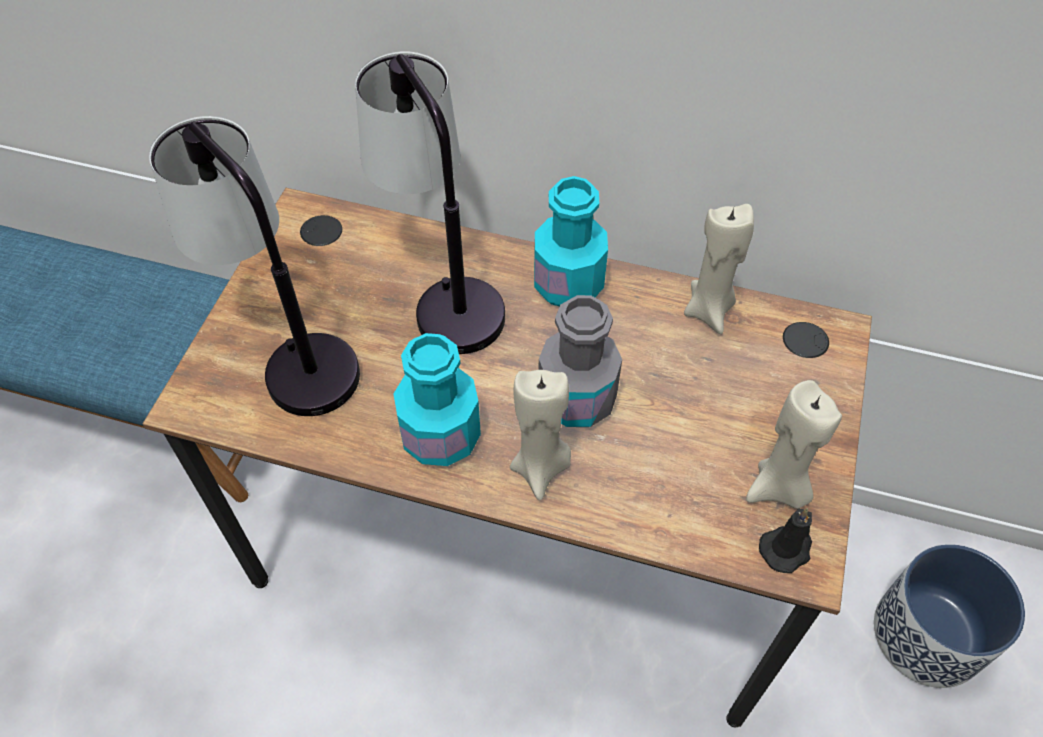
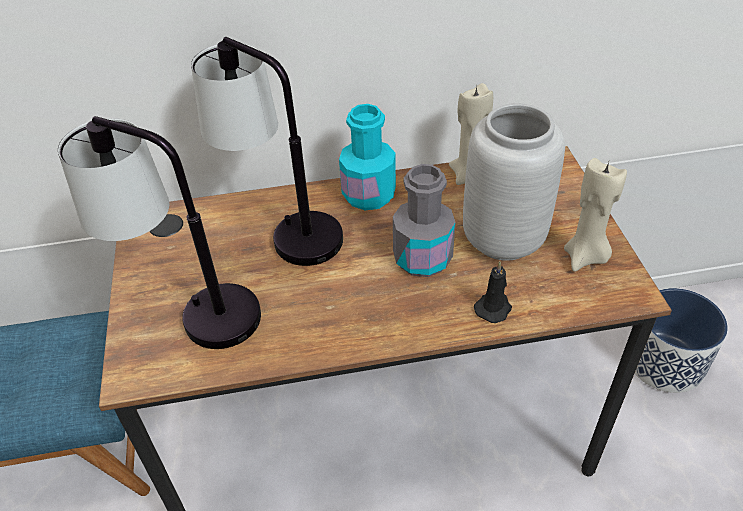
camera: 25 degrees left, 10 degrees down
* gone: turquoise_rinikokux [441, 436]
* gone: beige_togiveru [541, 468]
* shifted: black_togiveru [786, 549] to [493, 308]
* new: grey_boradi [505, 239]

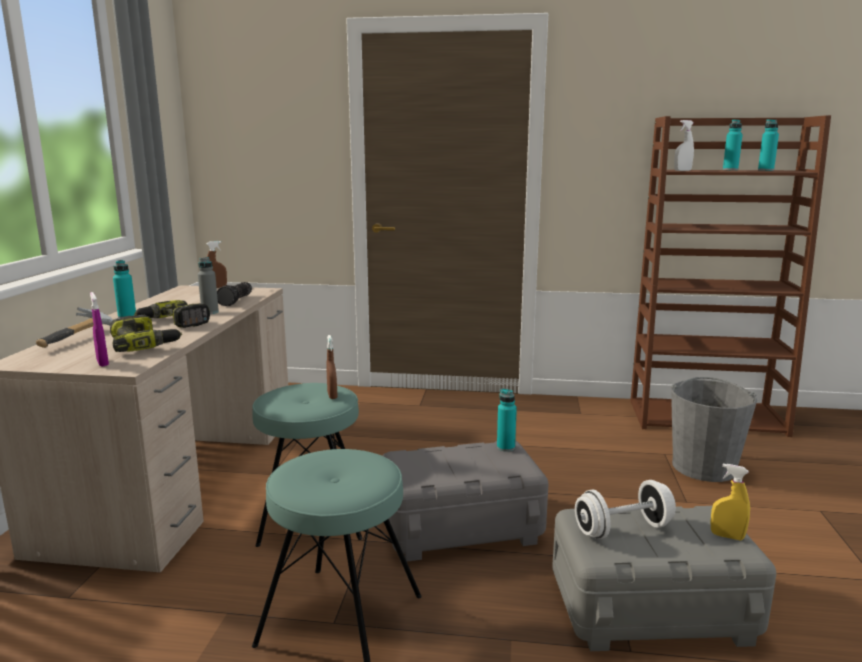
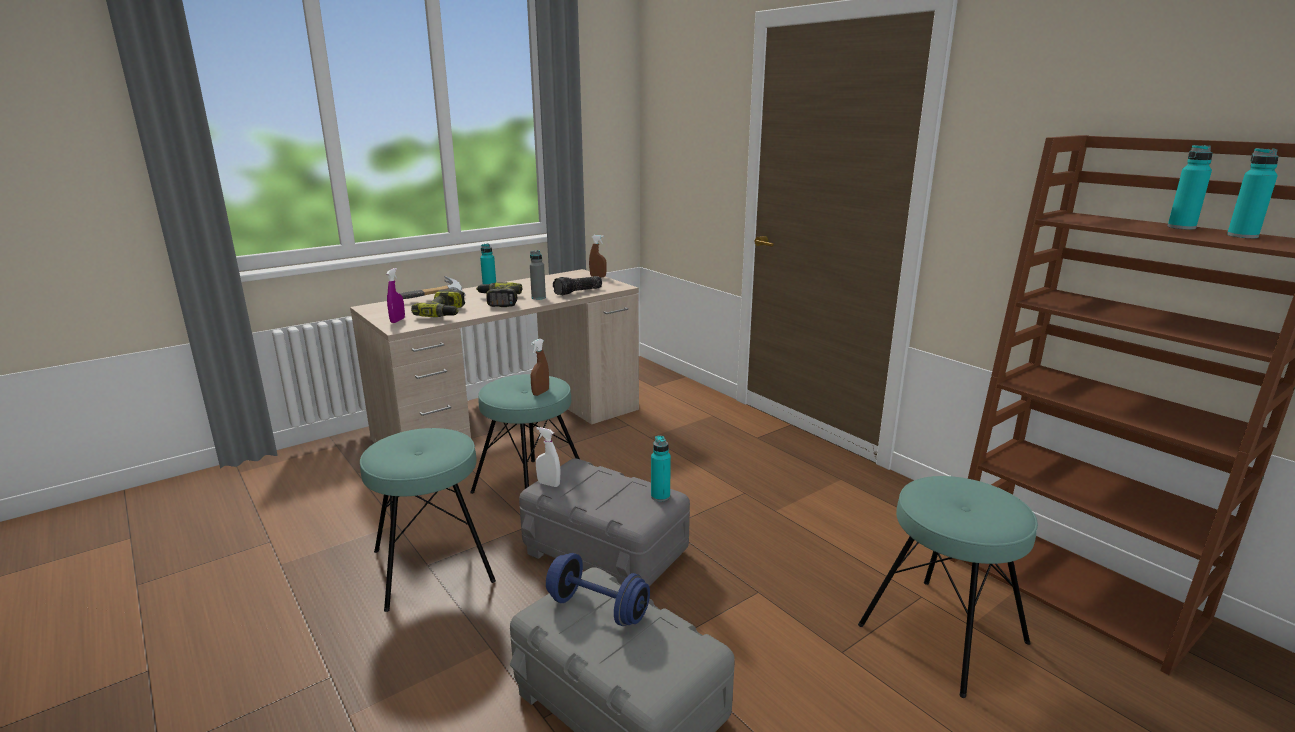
camera: 45 degrees right, 5 degrees up
* shifted: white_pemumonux [682, 171] to [548, 484]
* swapped: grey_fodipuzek [704, 467] to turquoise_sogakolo [942, 634]
* gone: yellow_pemumonux [727, 536]
* repainted: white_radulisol [623, 529] to blue_radulisol [598, 608]

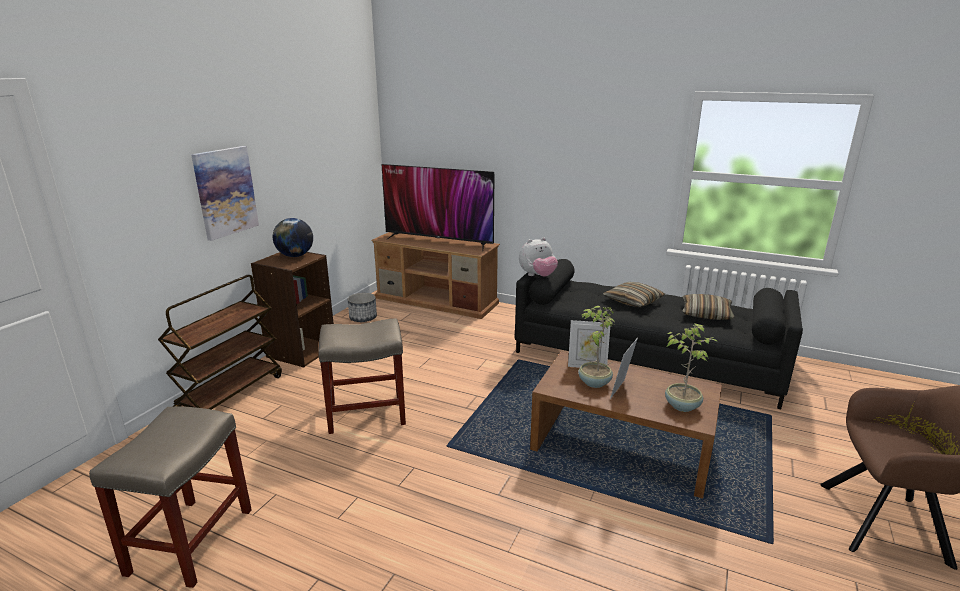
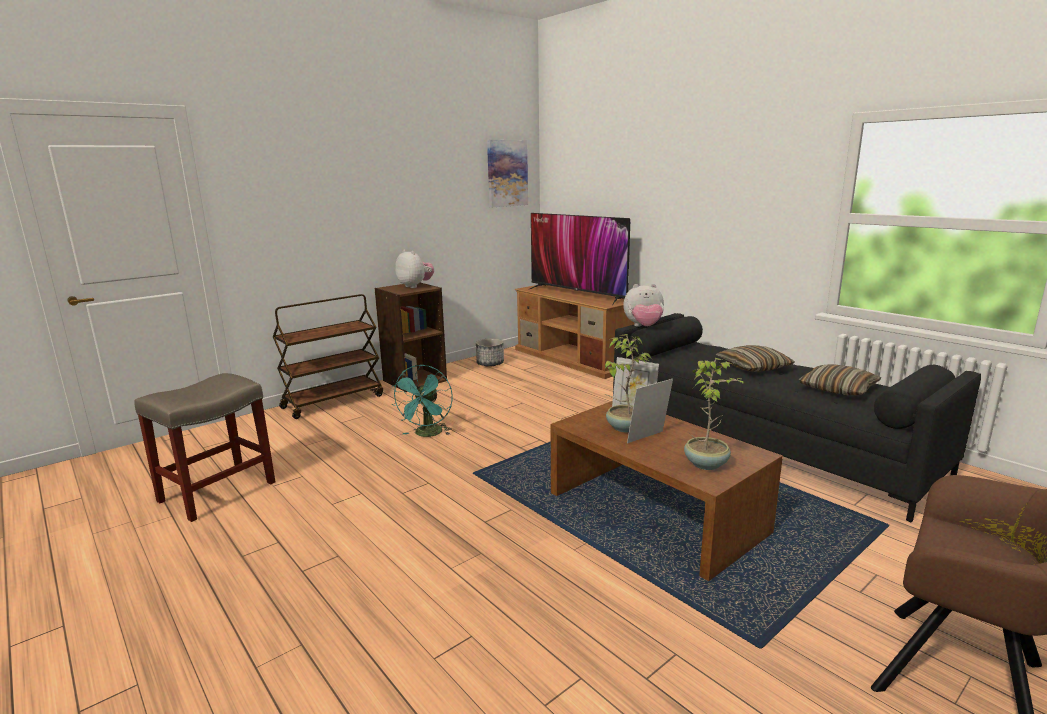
camera: 25 degrees right, 5 degrees down
* shifted: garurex [225, 192] to [507, 173]
* swapped: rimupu [295, 256] to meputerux [415, 286]
* swapped: beige_sogakolo [368, 413] to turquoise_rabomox [427, 434]

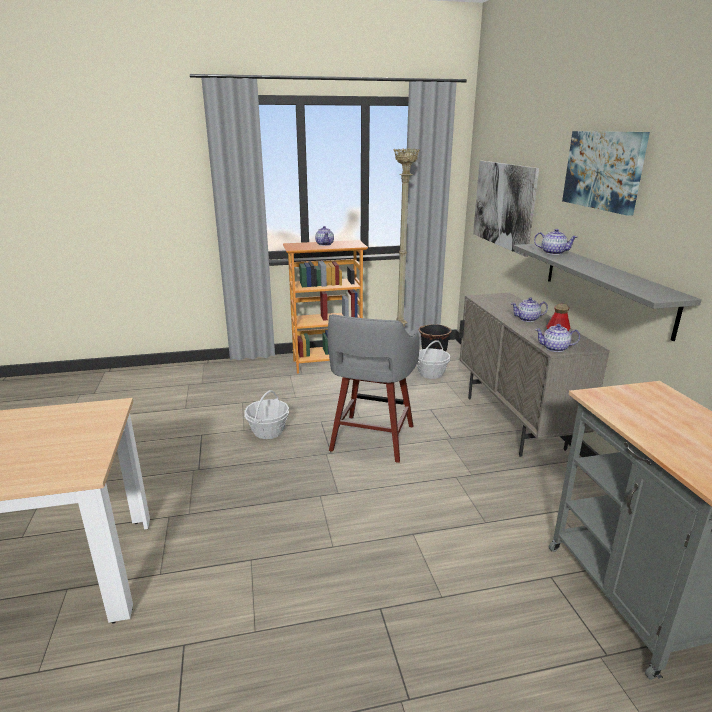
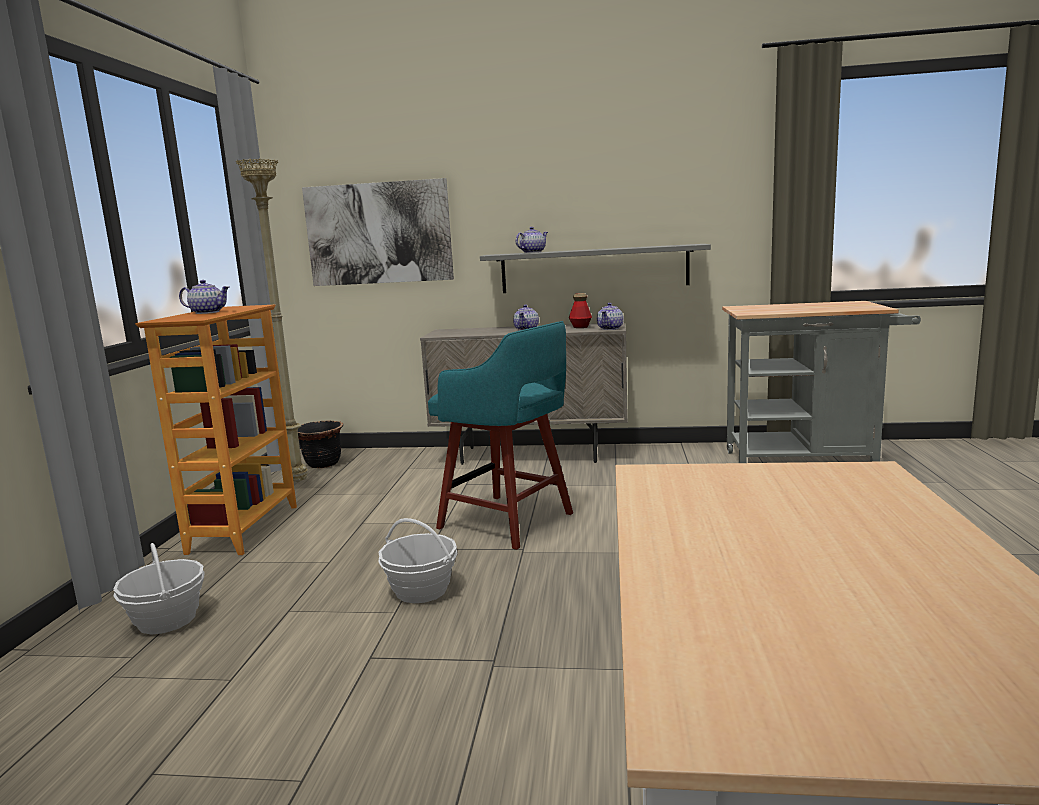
camera: 70 degrees left, 10 degrees down
* gone: garurex [603, 170]
* repainted: grey_sogakolo [371, 439] to turquoise_sogakolo [509, 522]
* shifted: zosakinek [431, 373] to [167, 620]

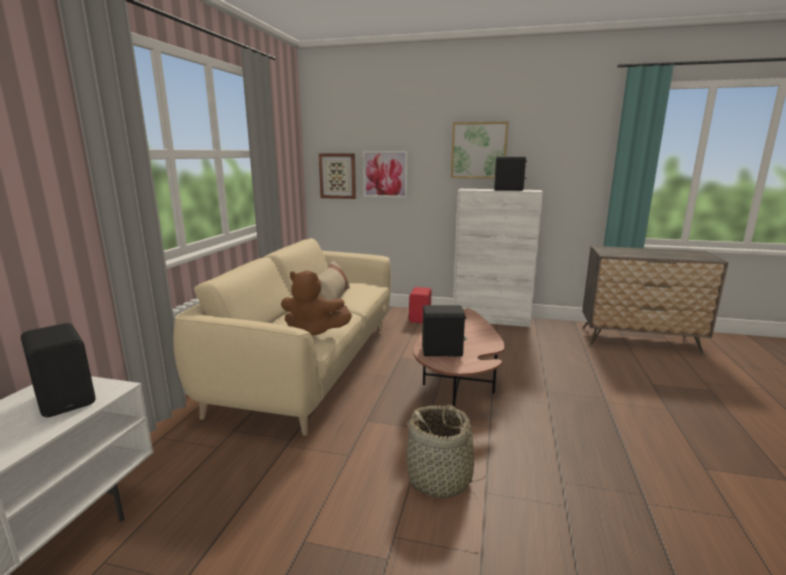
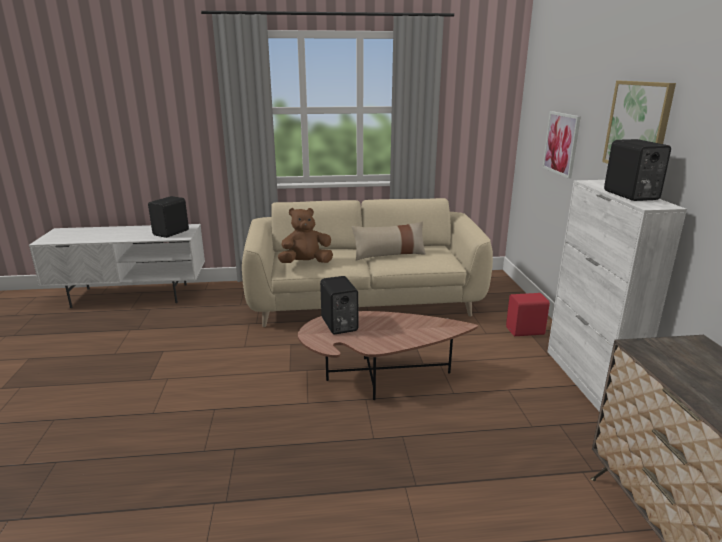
camera: 70 degrees right, 5 degrees up
* gone: garurex [338, 176]
* rotated: brown_meputerux [314, 332] = [306, 263] 75 degrees clockwise
* gone: zosakinek [440, 479]

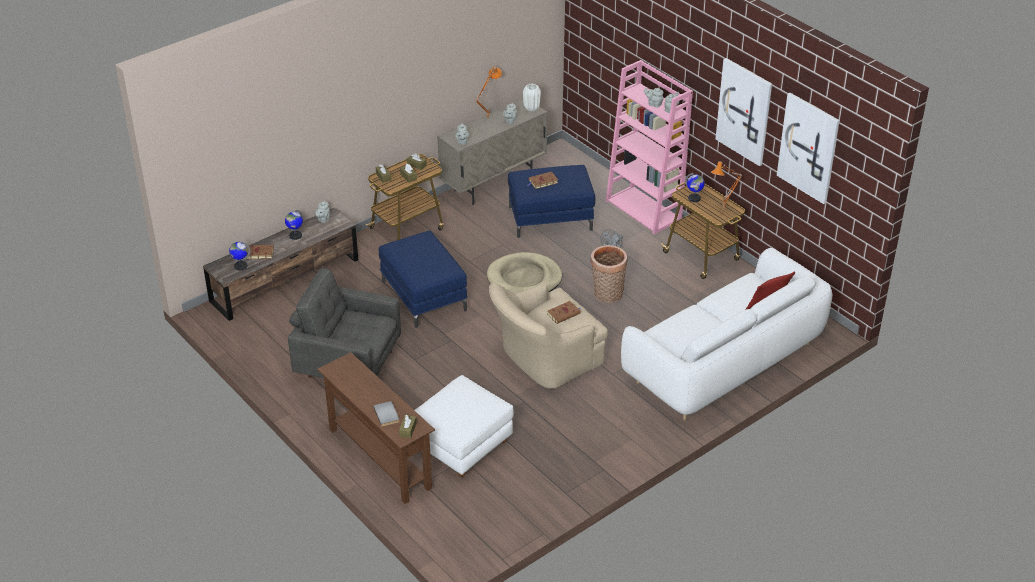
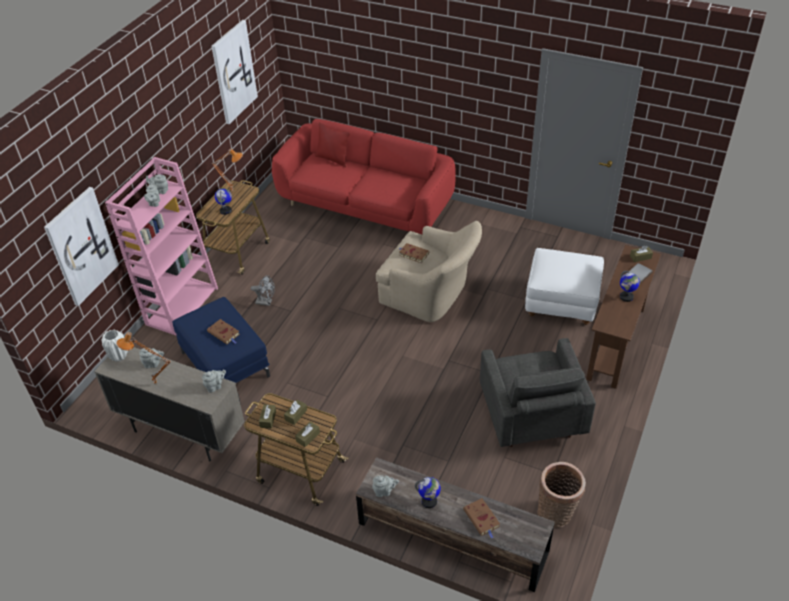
camera: 115 degrees left, 5 degrees up
* shifted: garurex [744, 111] to [81, 246]
* gone: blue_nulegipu [424, 296]
* shifted: rimupu [240, 266] to [626, 297]
* shifted: zosakinek [607, 295] to [556, 513]
* repainted: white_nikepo [724, 363] to red_nikepo [366, 206]
* gone: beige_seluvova [524, 279]

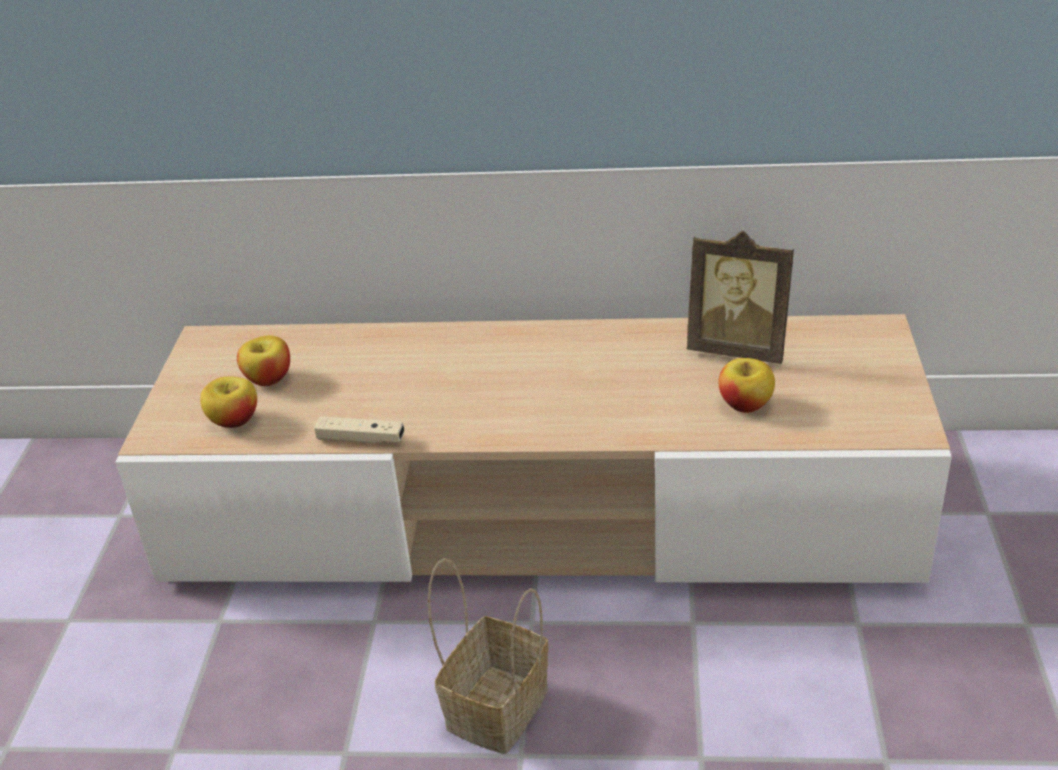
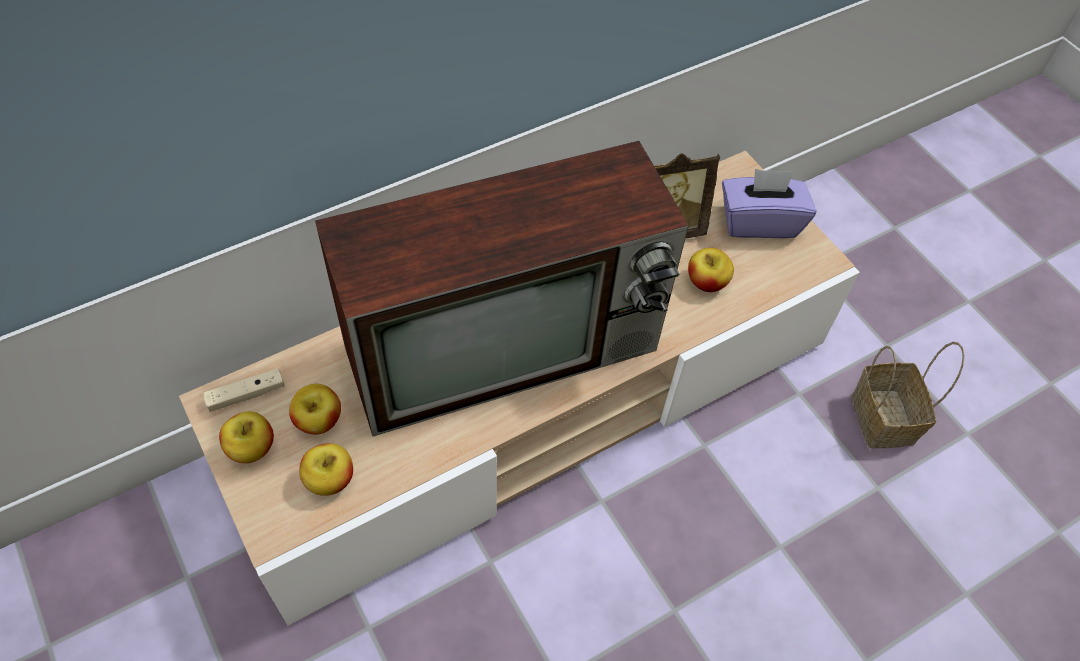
camera: 40 degrees left, 20 degrees up
* shifted: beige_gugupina [361, 439] to [246, 395]
* shifted: zosakinek [497, 705] to [880, 416]
* new: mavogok [507, 346]
* new: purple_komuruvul [759, 222]
* new: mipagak [251, 448]

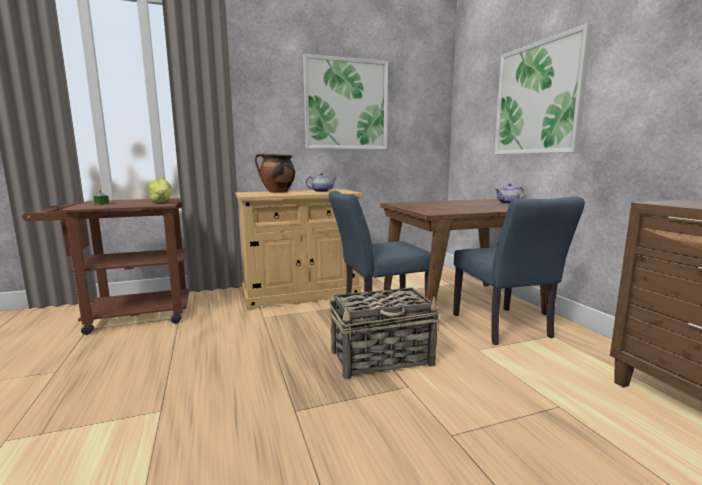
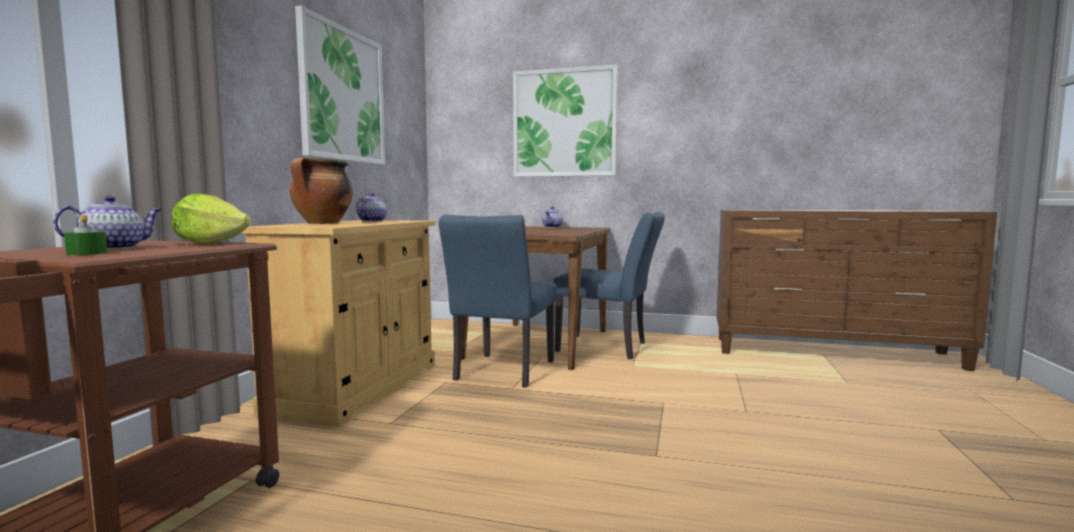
camera: 55 degrees left, 5 degrees down
* gone: zosakinek [383, 358]
* new: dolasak [114, 248]

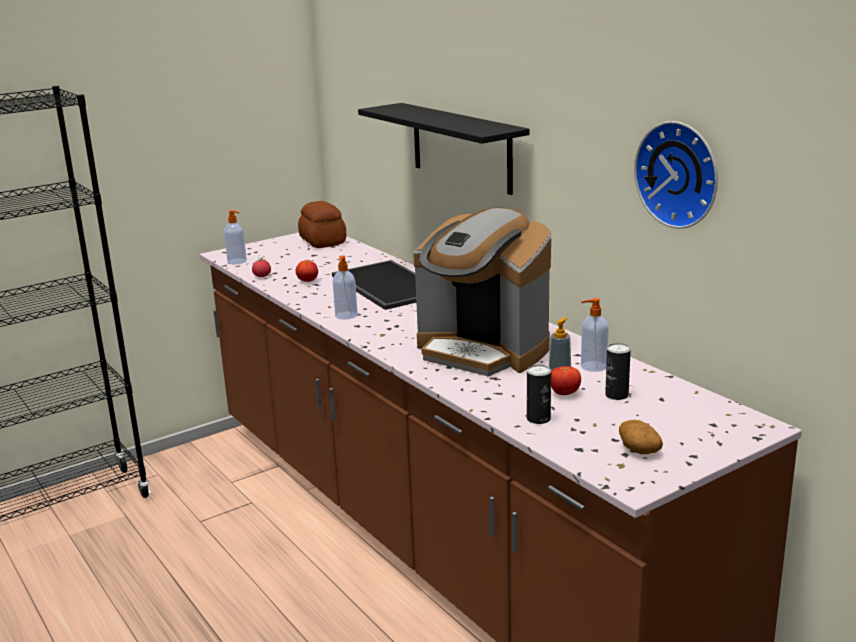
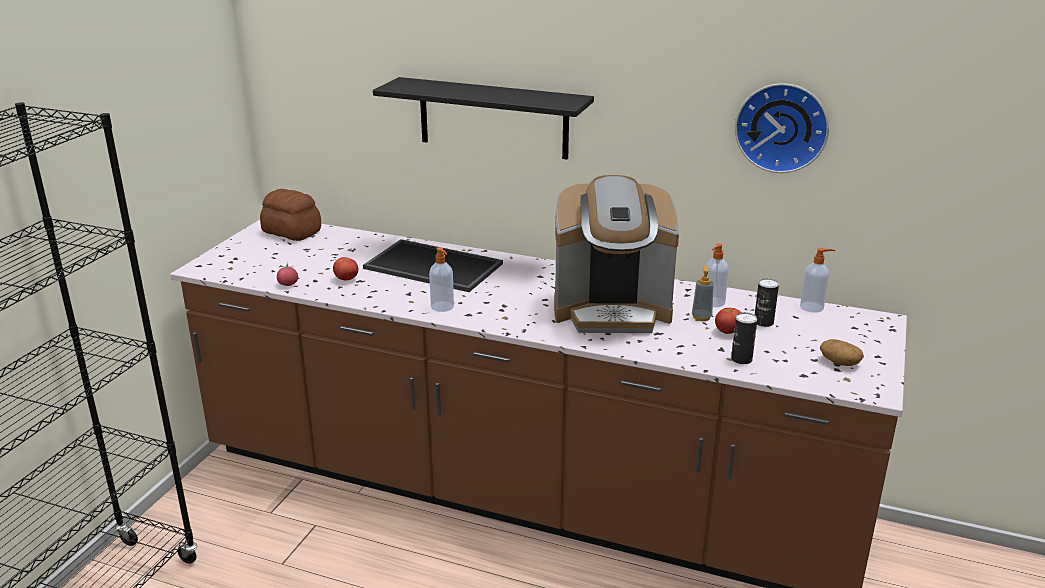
camera: 35 degrees left, 5 degrees up
* shifted: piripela [237, 261] to [812, 307]

